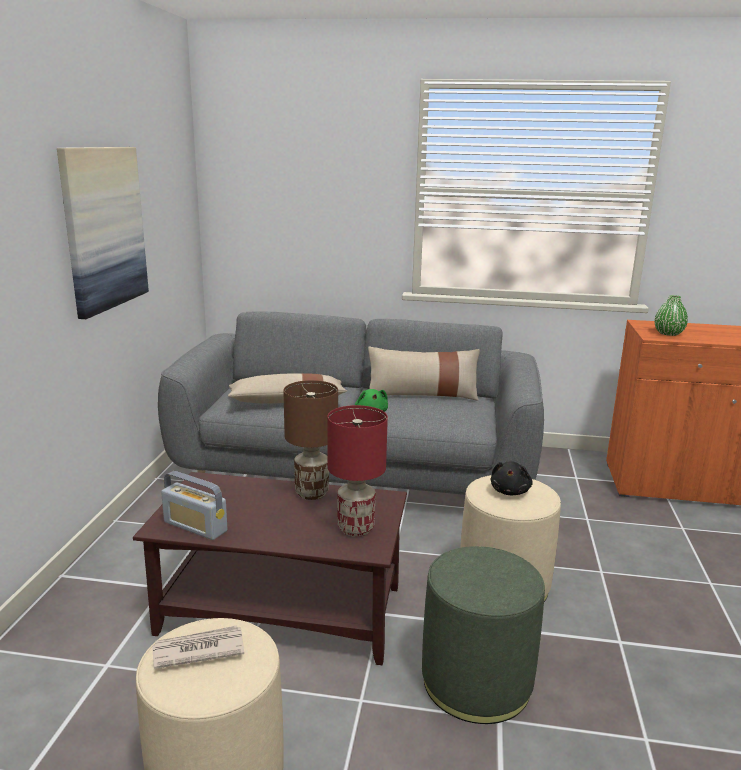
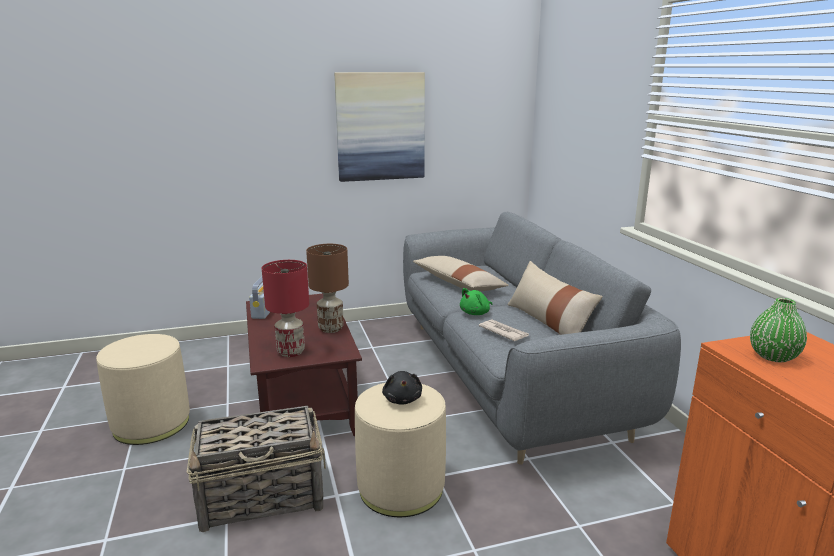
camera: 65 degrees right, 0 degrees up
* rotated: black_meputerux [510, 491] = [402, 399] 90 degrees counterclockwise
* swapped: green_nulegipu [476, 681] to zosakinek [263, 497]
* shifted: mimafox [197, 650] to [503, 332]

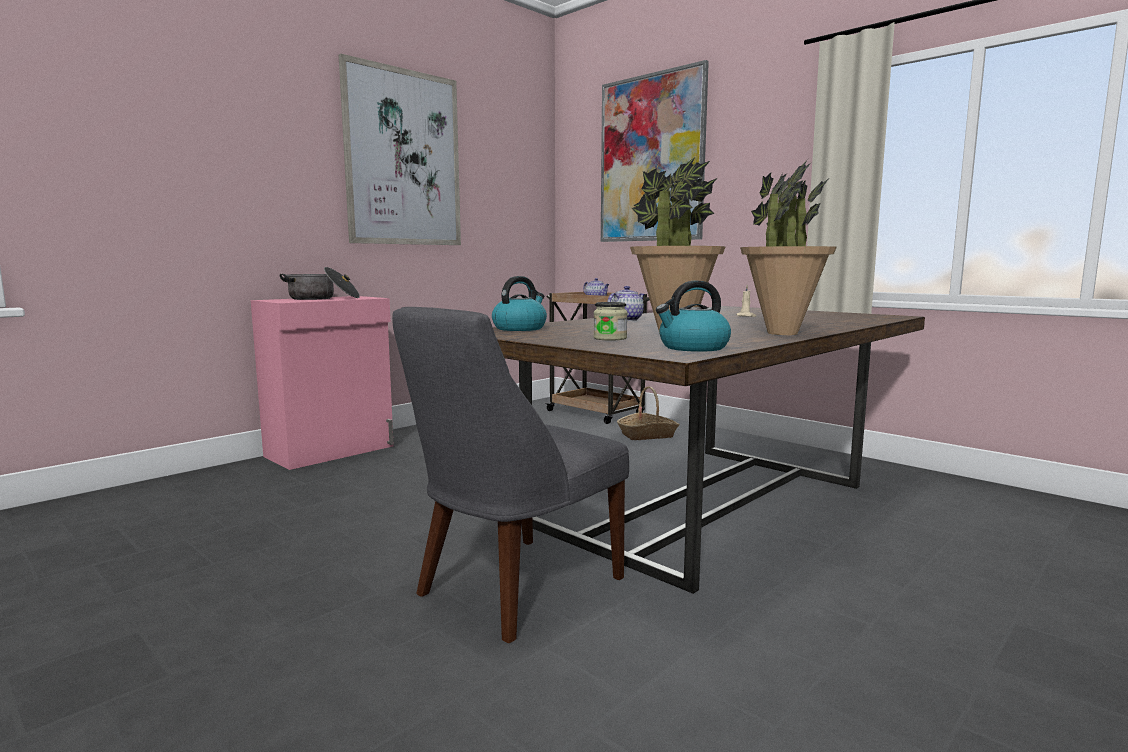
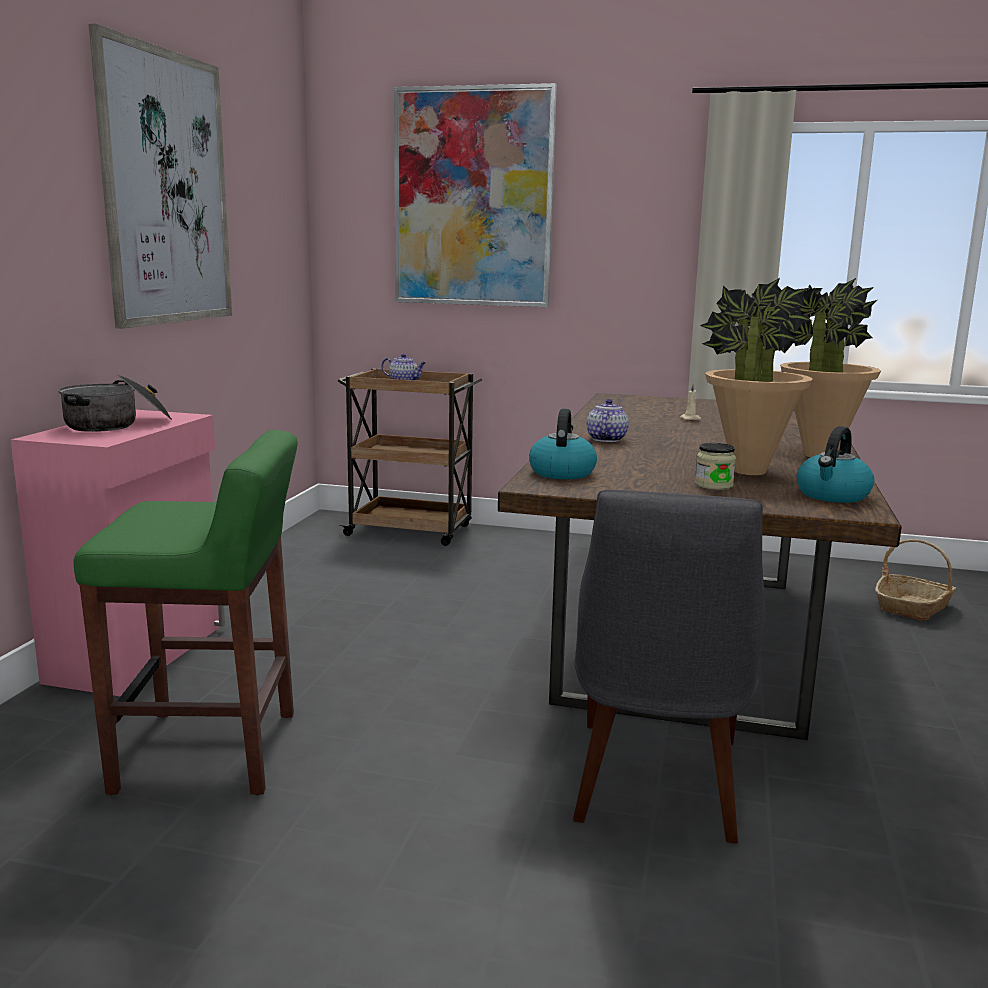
camera: 30 degrees left, 5 degrees up
* shifted: zosakinek [647, 435] to [913, 607]
* new: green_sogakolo [211, 752]

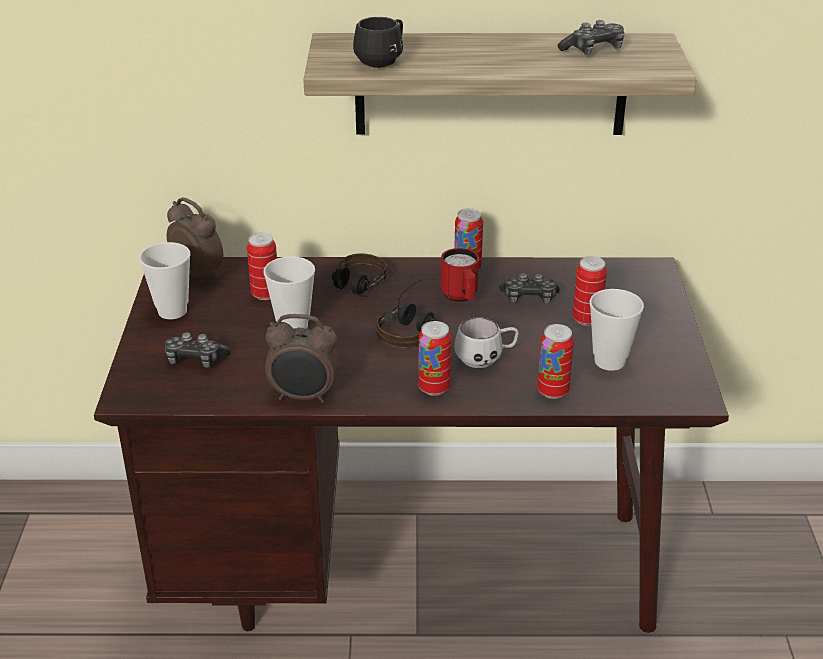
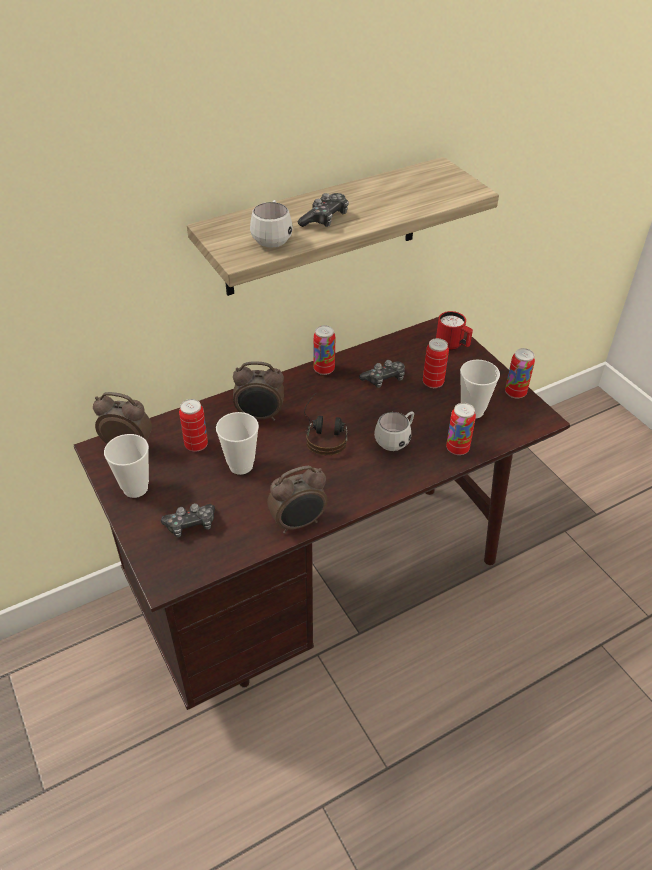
camera: 30 degrees left, 10 degrees up
* repainted: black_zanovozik [383, 60] to white_zanovozik [272, 238]
* shifted: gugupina [593, 50] to [325, 219]
* shifted: red_zanovozik [461, 297] to [452, 346]
* swapped: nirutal [355, 290] to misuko [260, 416]
* shifted: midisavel [434, 388] to [515, 393]

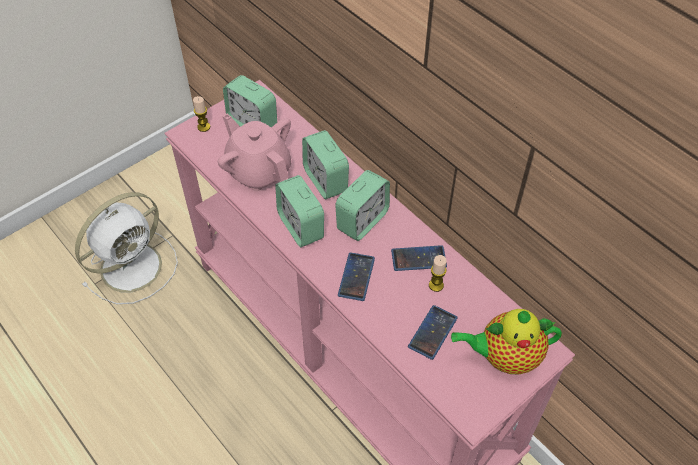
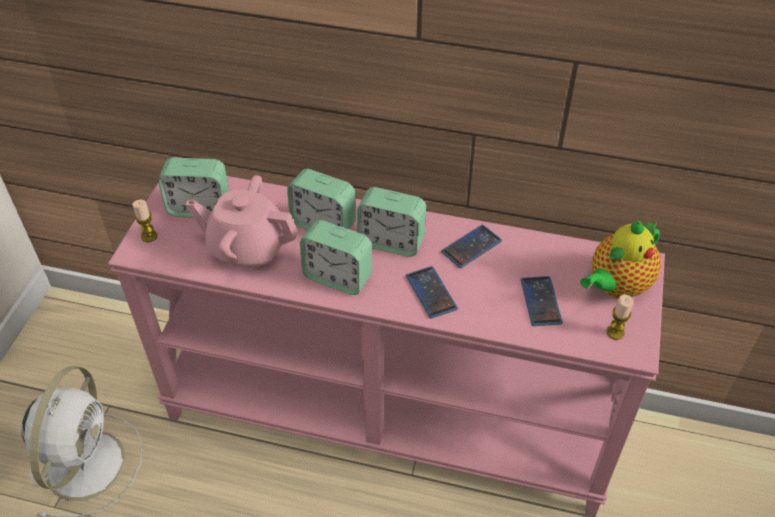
camera: 35 degrees left, 5 degrees down
* rotated: misuko [362, 221] = [391, 241] 105 degrees clockwise
* shifted: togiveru [436, 285] to [615, 332]

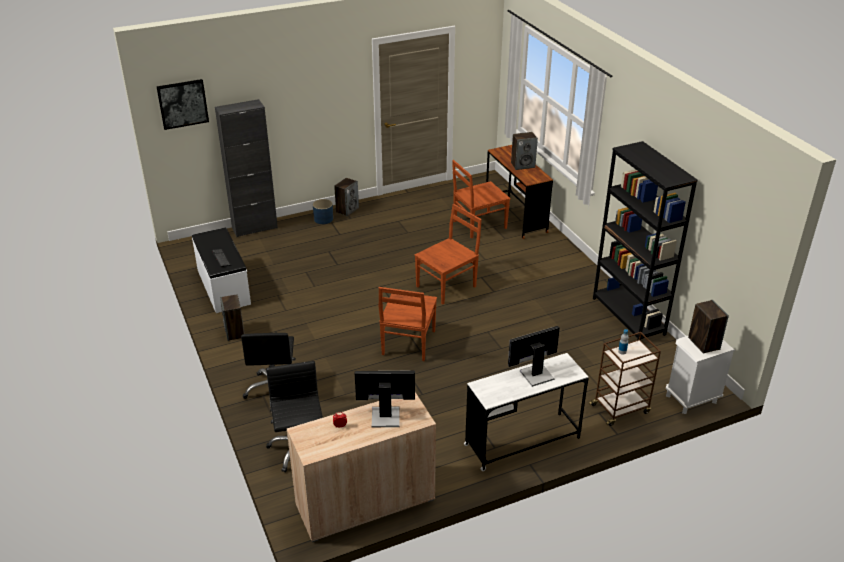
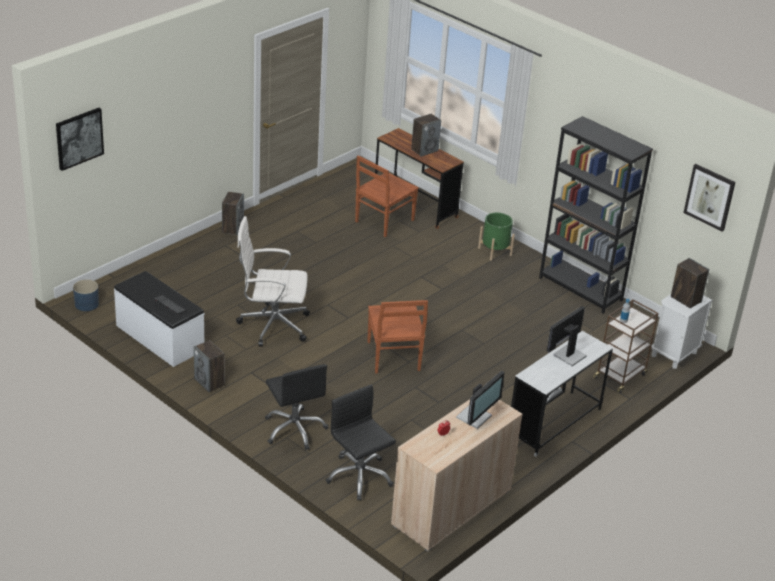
camera: 25 degrees left, 0 degrees up
* gone: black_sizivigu [254, 228]
* shifted: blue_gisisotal [323, 219] to [87, 304]
* gone: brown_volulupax [447, 286]
* rotated: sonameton [385, 416] = [475, 417] 150 degrees clockwise
* new: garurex [709, 197]
* new: green_gisisotal [495, 251]
* new: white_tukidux [272, 325]

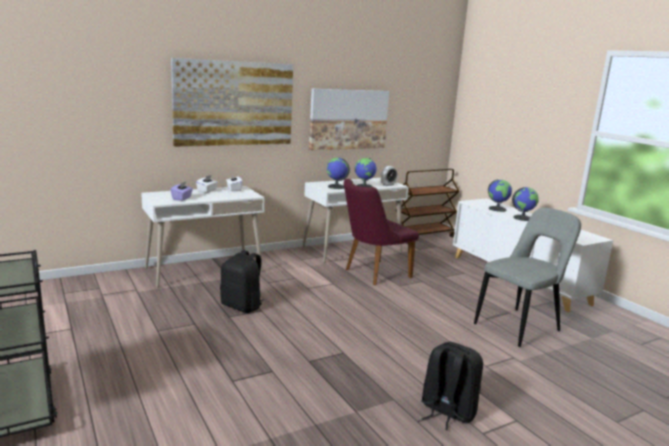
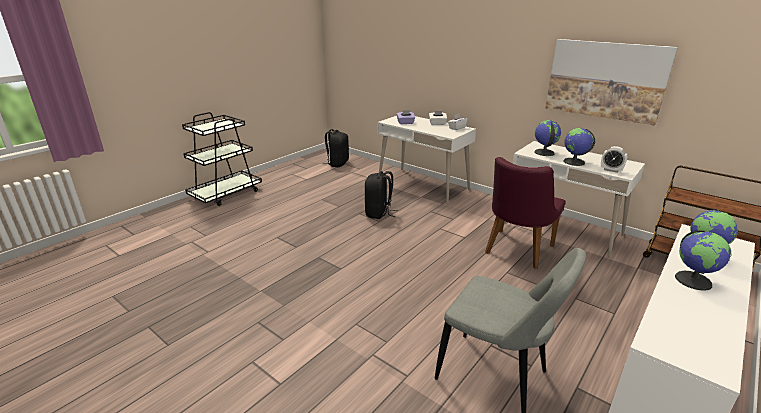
camera: 70 degrees right, 10 degrees up
* gone: garurex [234, 103]
* rotated: purple_volulupax [372, 273] = [515, 251] 90 degrees counterclockwise
* shifted: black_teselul [447, 411] to [337, 163]

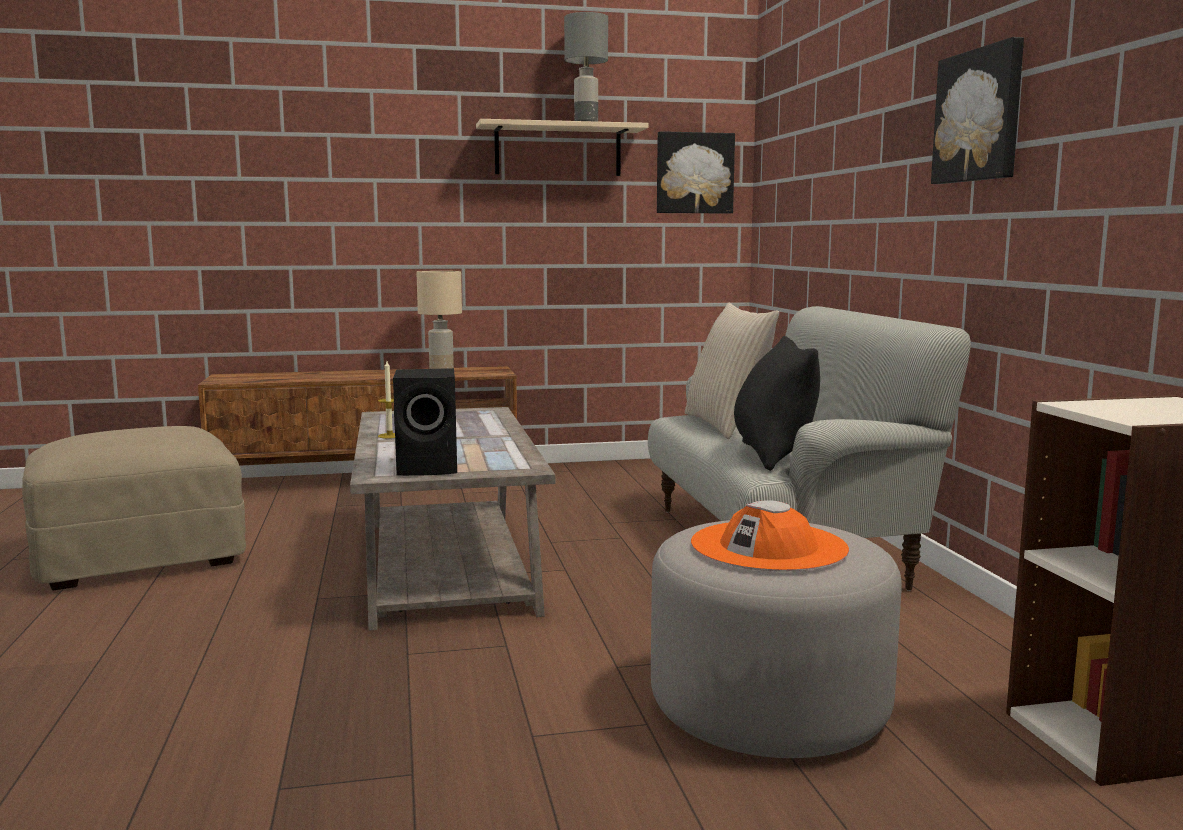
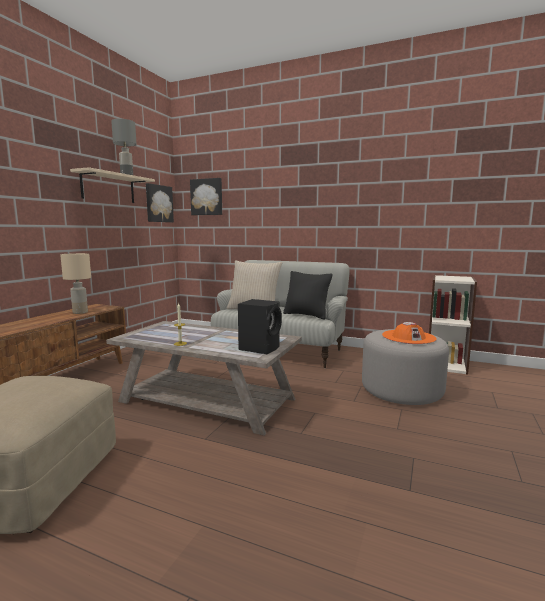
camera: 55 degrees left, 0 degrees up
* shifted: garurex [980, 116] to [207, 197]

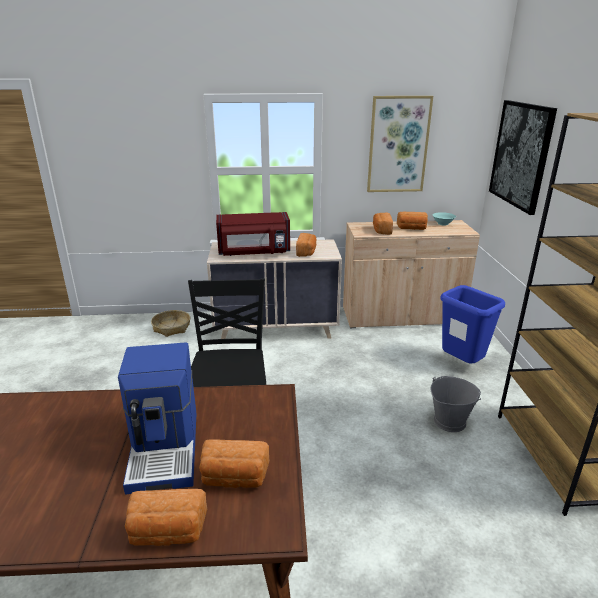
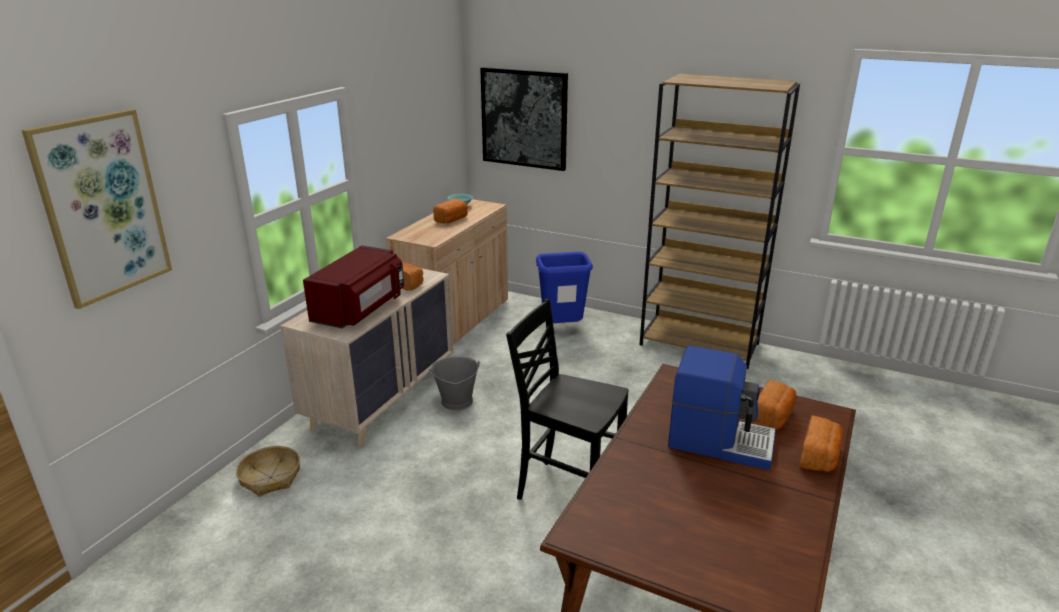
camera: 60 degrees left, 0 degrees up
* shifted: garurex [398, 145] to [102, 207]
* gone: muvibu [381, 230]
* shifted: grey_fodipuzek [449, 421] to [456, 401]

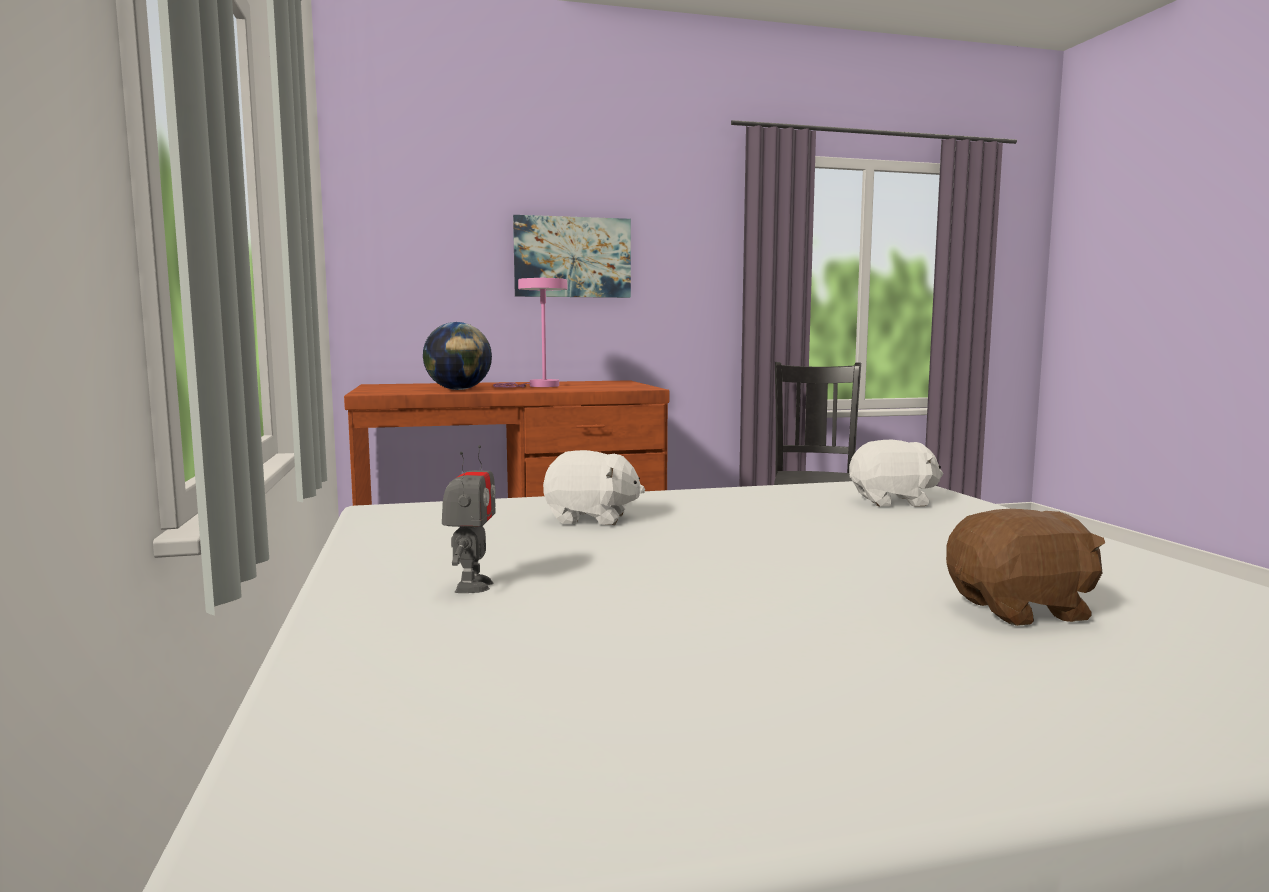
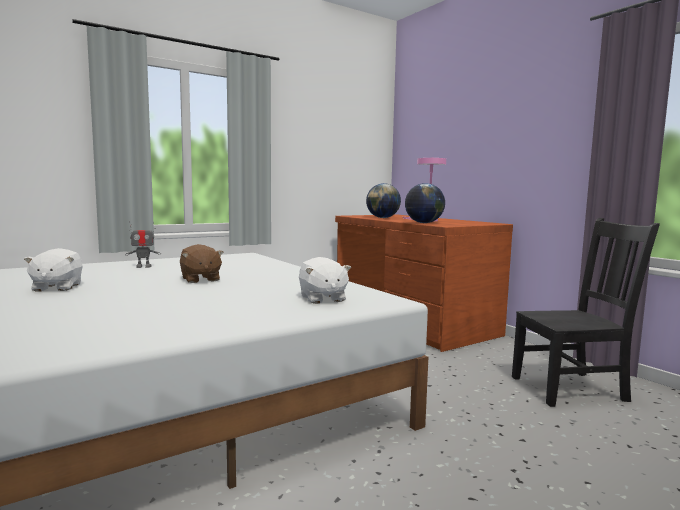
camera: 70 degrees right, 0 degrees up
* gone: garurex [572, 257]
* shifted: white_meputerux [591, 518] to [56, 287]
* shifted: brown_meputerux [1021, 610] to [200, 279]
* new: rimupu [423, 223]

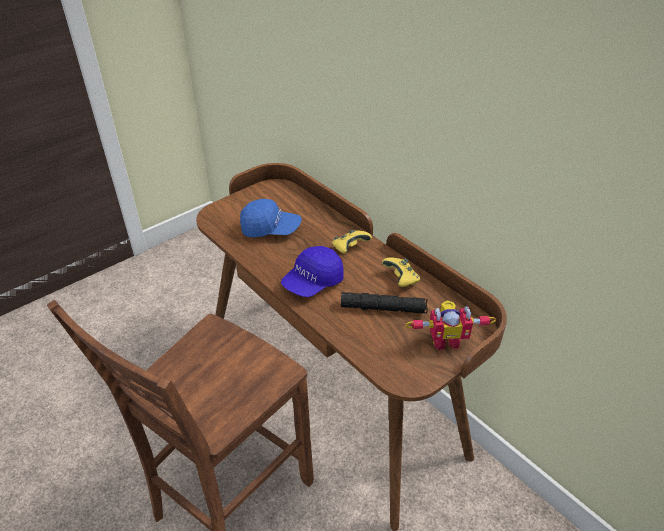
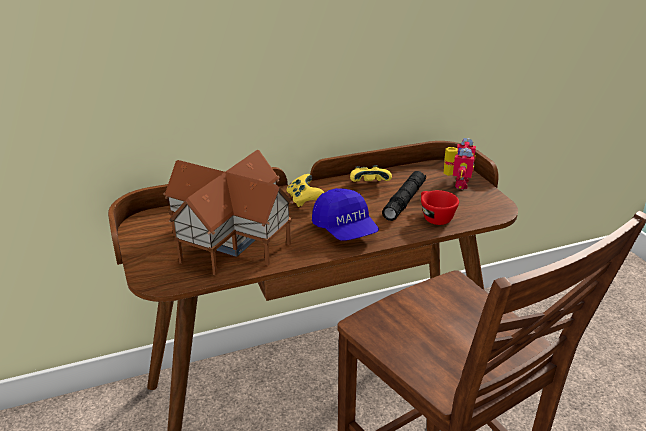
camera: 70 degrees left, 10 degrees down
* swapped: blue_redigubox [270, 229] to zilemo [229, 240]
* new: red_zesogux [434, 217]

